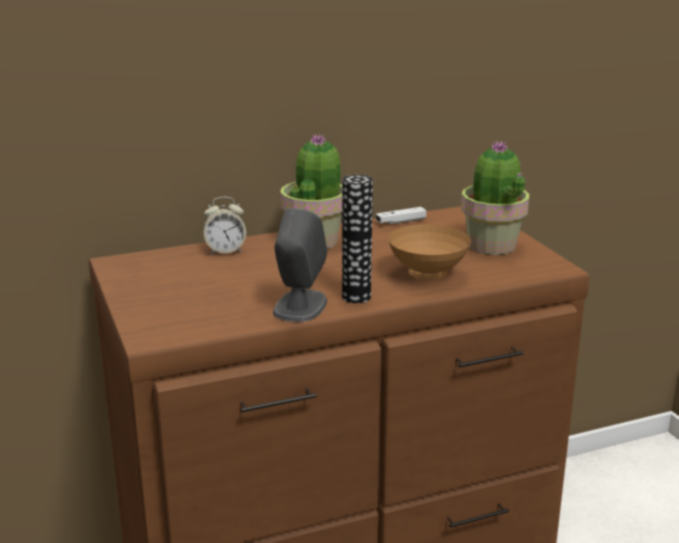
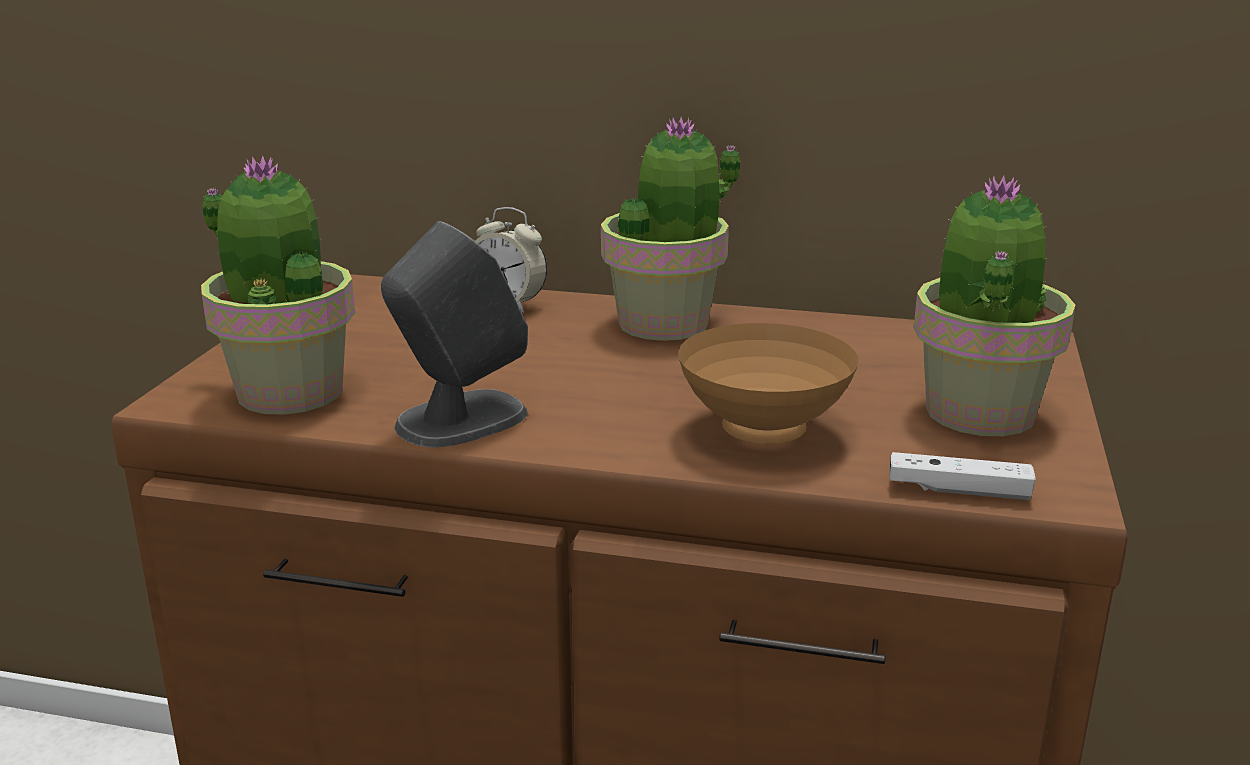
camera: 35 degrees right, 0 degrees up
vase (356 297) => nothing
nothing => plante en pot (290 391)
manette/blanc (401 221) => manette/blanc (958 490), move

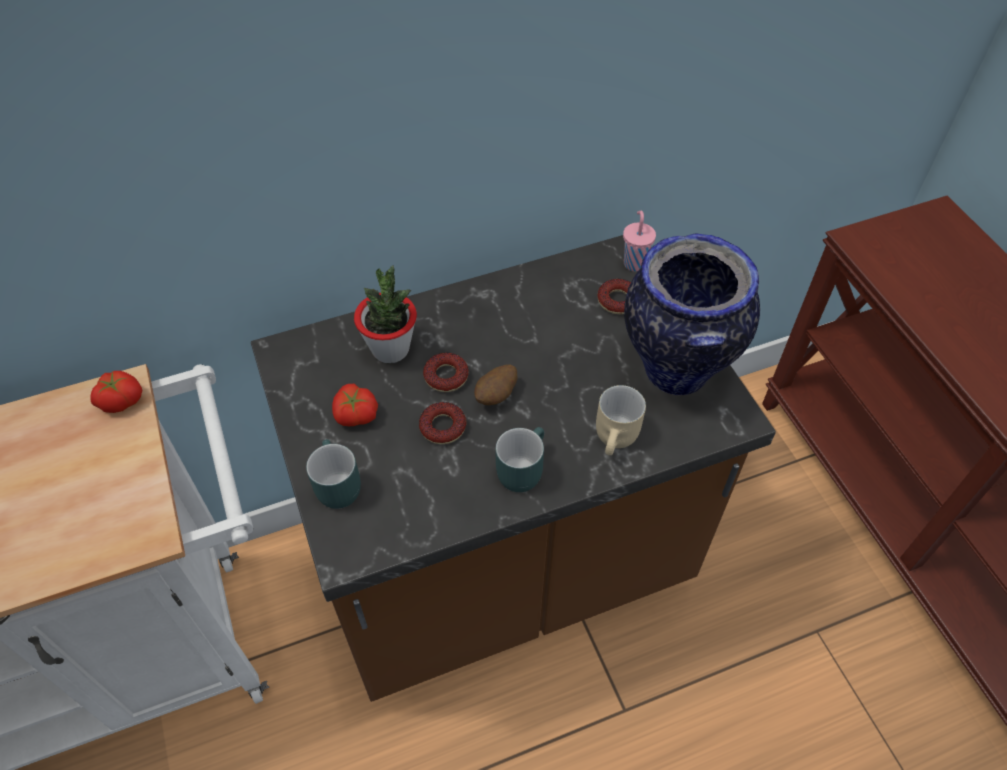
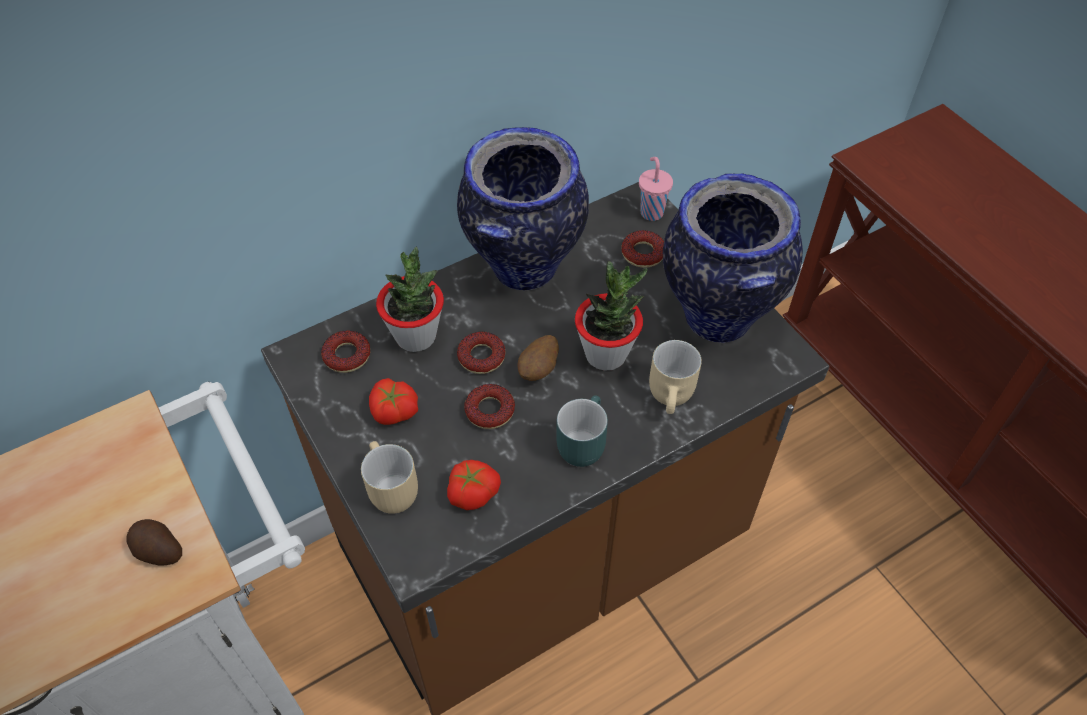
camera: 10 degrees left, 0 degrees up
nothing => pomme de terre (158 550)
nothing => beignet (347 355)
nothing => vase (524 270)
nothing => plante en pot (606 354)
tomate (121 399) => tomate (472 492), move
mug/turquoise (334 485) => mug/beige (387 489)

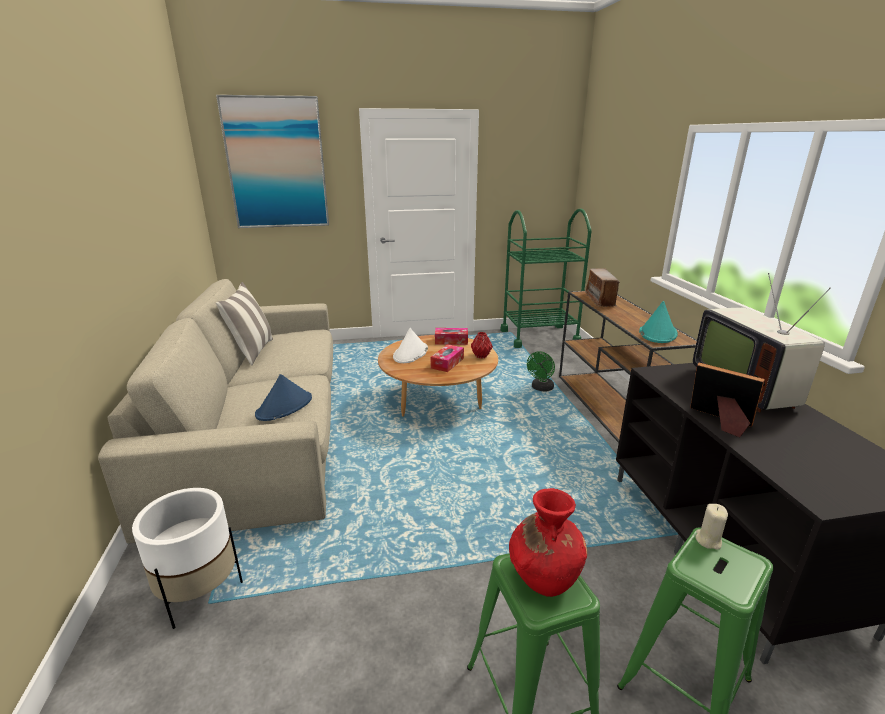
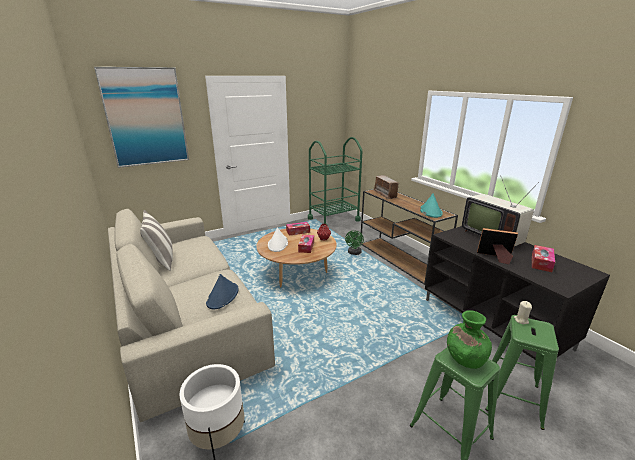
camera: 20 degrees left, 0 degrees up
nothing => boîte à mouchoirs (541 263)
vase/rouge (544 574) => vase/vert (464 358)

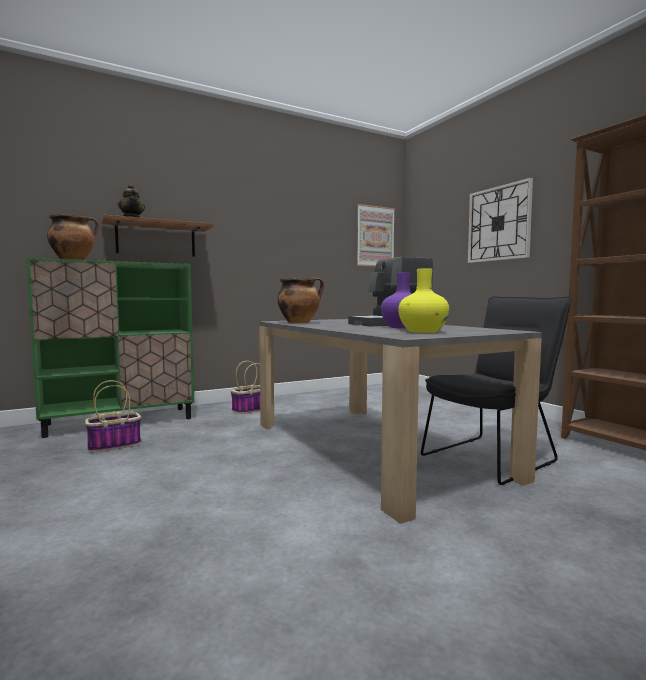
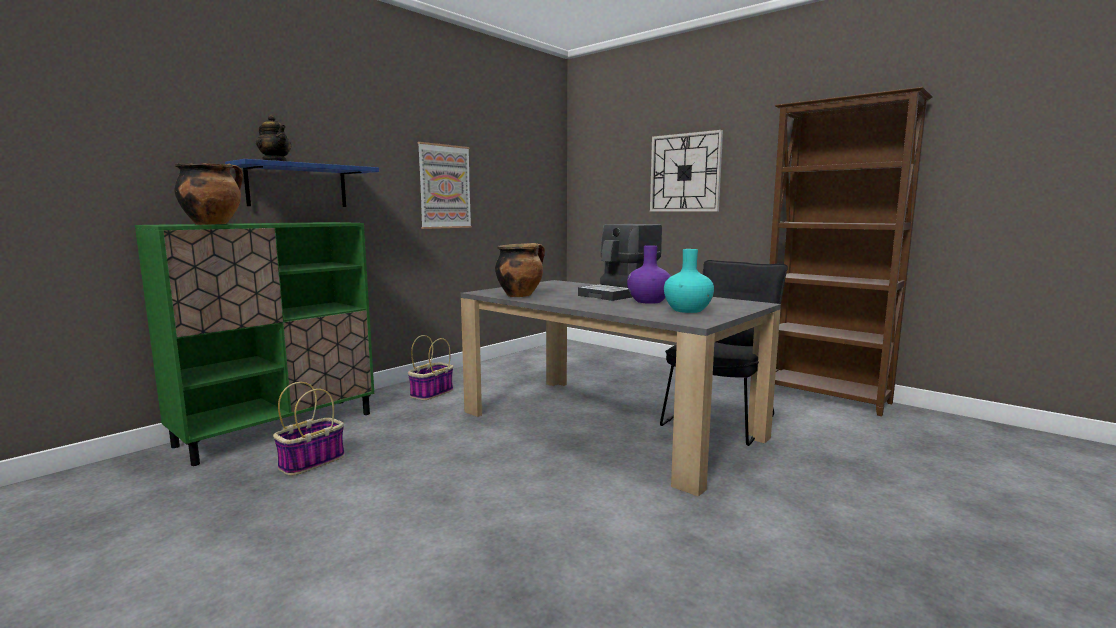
camera: 20 degrees left, 5 degrees up
tableau (375 236) => tableau (444 187), move
étagère/marron (156 239) => étagère/bleu (297 186)
vase/jaune (423 331) => vase/turquoise (687 310)

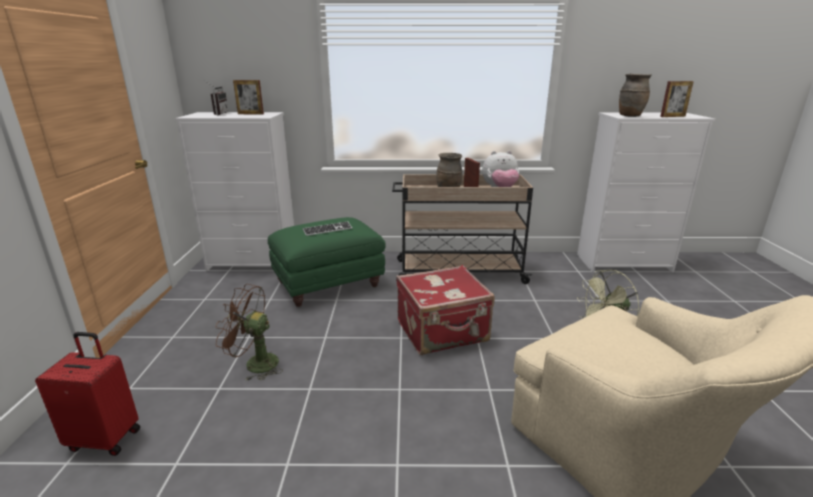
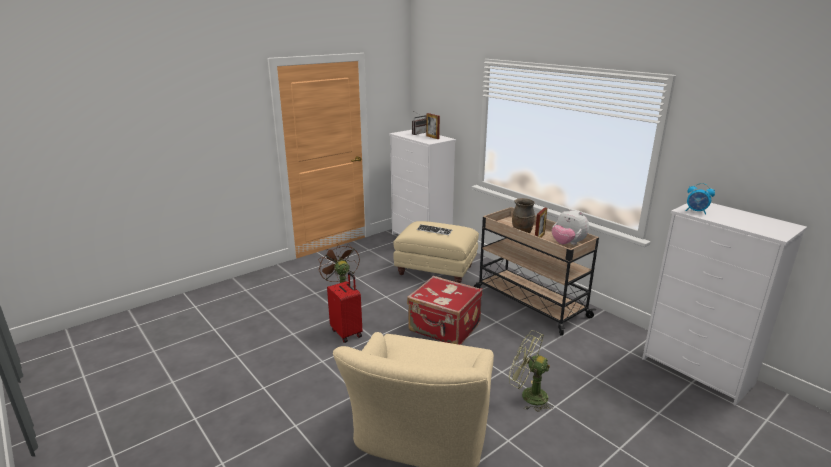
camera: 50 degrees right, 0 degrees up
cadre photo (672 116) => nothing
valise/rouge (106 438) => valise/rouge (347 333), move
vase/marron (630 116) => réveil (696 211)
pouf/vert (329 284) => pouf/beige (436 271)

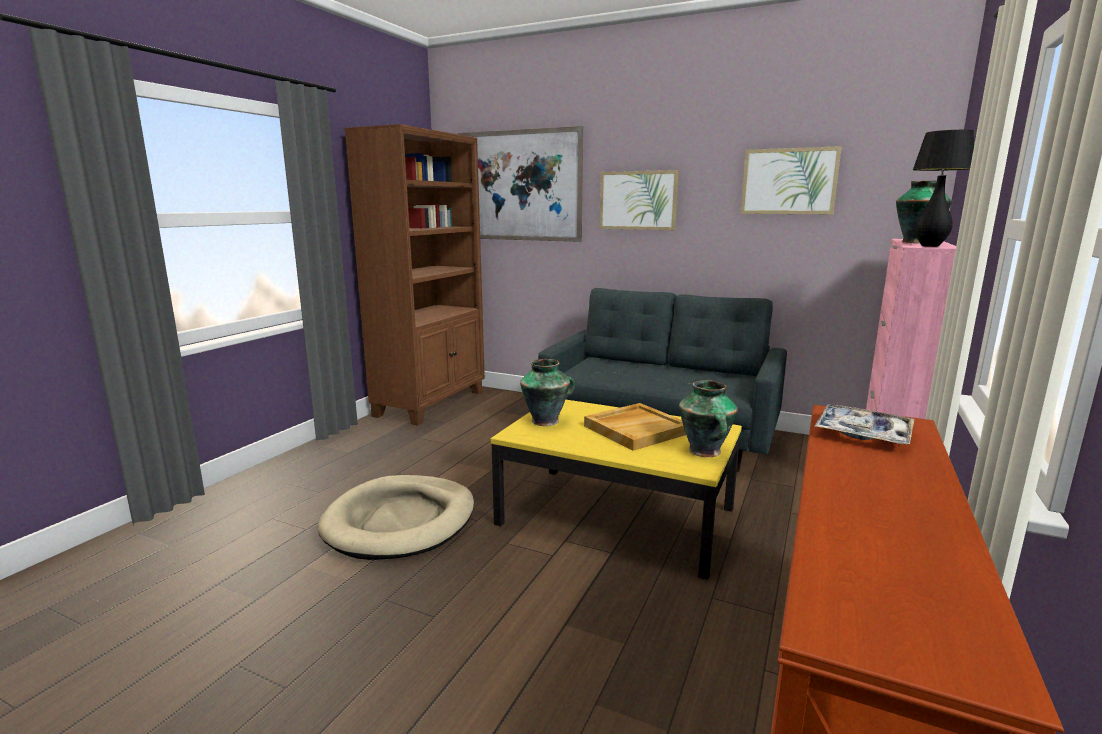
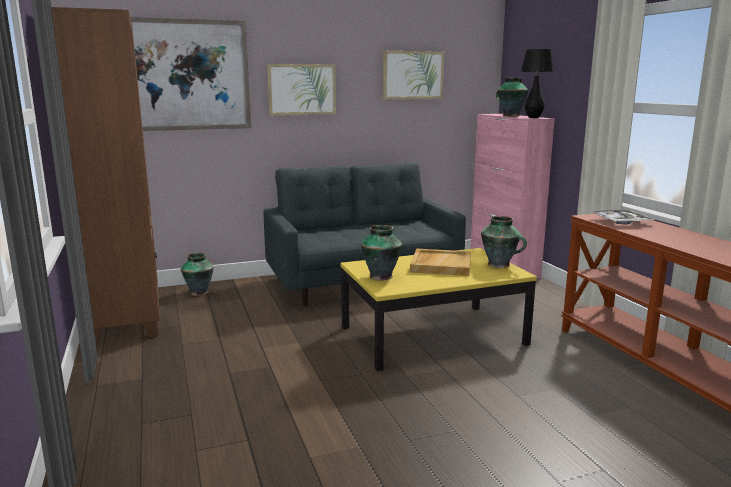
camera: 45 degrees left, 0 degrees up
panier pour chien/beige (401 521) => nothing
nothing => vase (199 292)

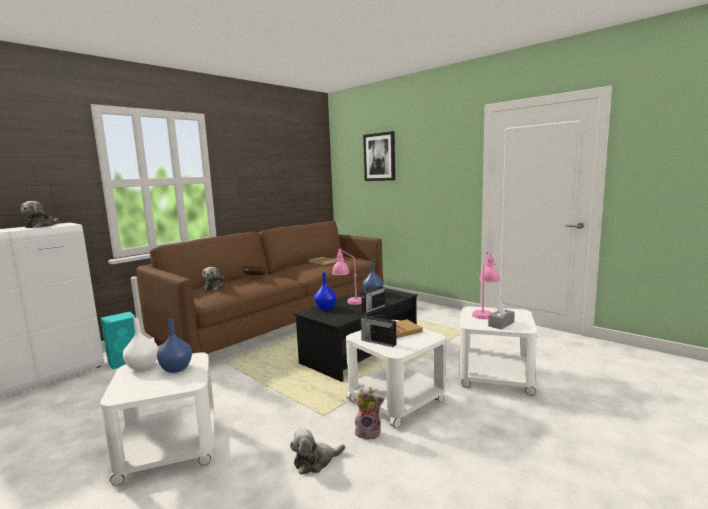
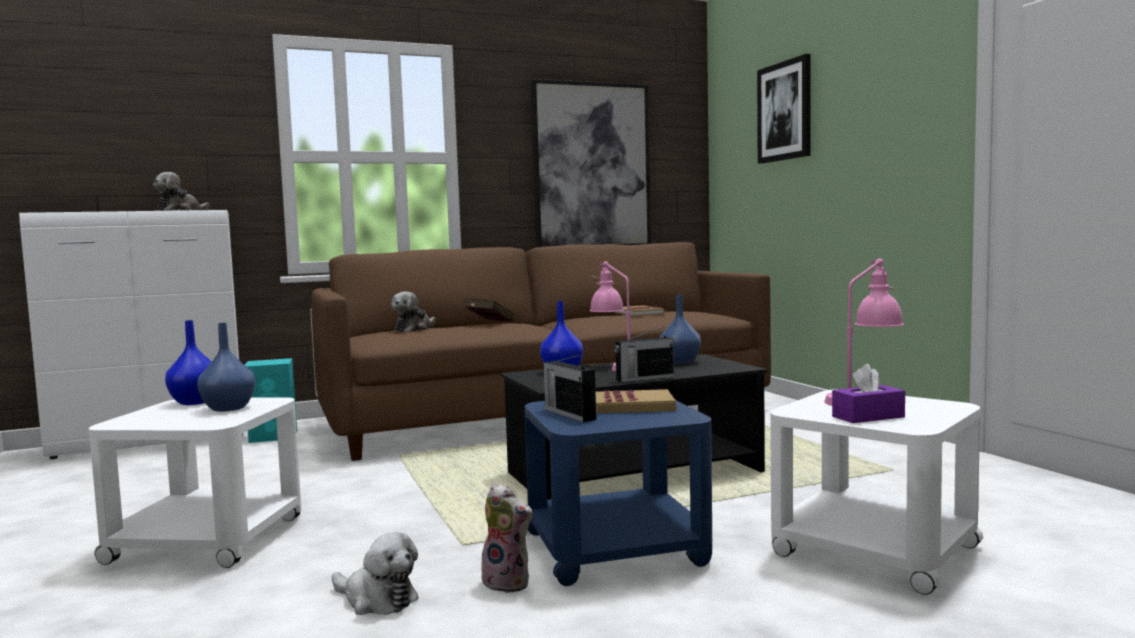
camera: 25 degrees right, 5 degrees down
nothing => tableau (591 166)
vase/blanc (142 366) => vase/bleu (195 402)
table d'appoint/blanc (396 399) => table d'appoint/bleu (616 547)
boîte à mouchoirs/gris (501 324) => boîte à mouchoirs/violet (868 417)
peluche (315 461) => peluche (377 600), 150 degrees counterclockwise

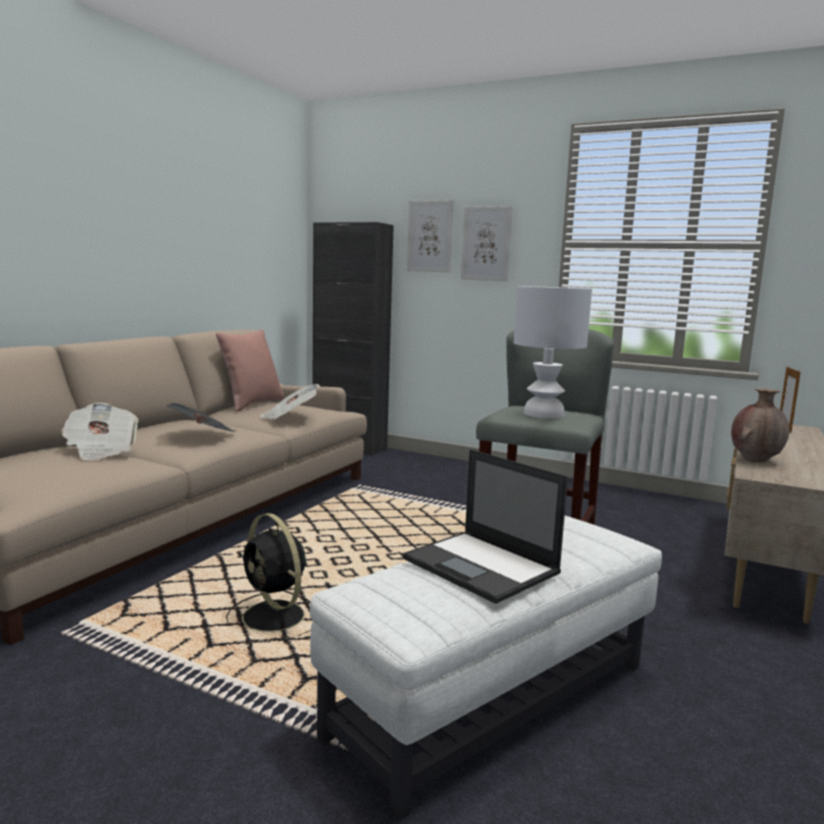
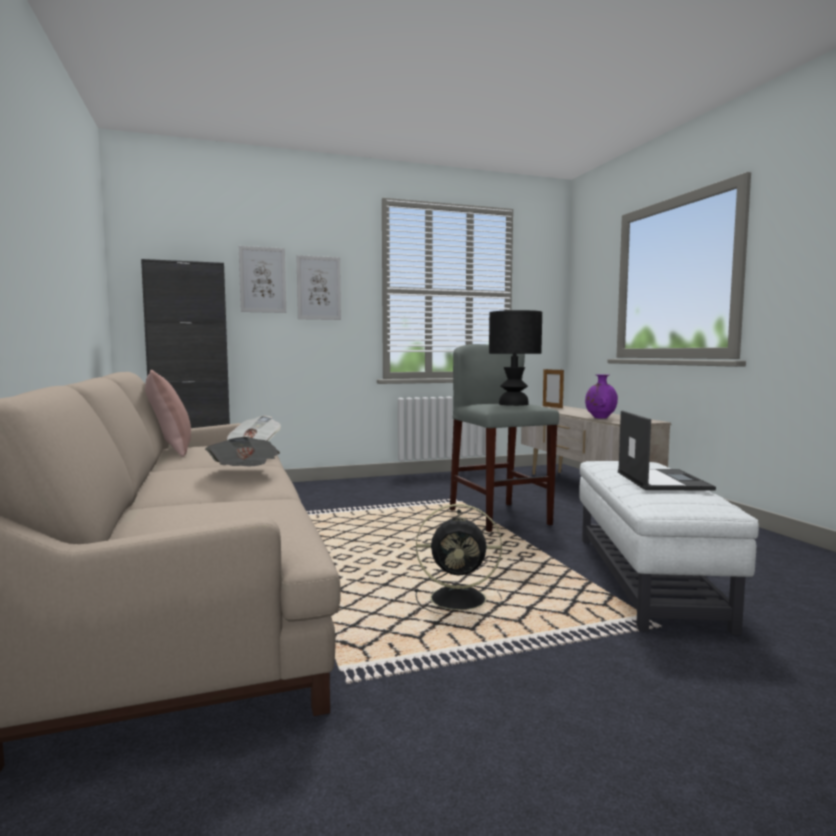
camera: 45 degrees left, 5 degrees down
journal (101 450) => nothing
lampe de table/blanc (544 414) => lampe de table/noir (514 404)
vase/marron (755 460) => vase/violet (600 418)
ordinateur portable (482 566) => ordinateur portable (662 480), 90 degrees counterclockwise

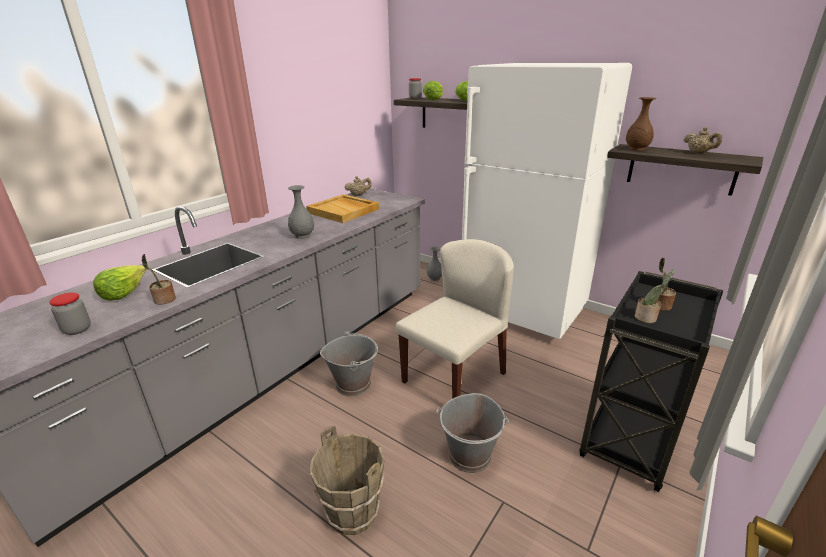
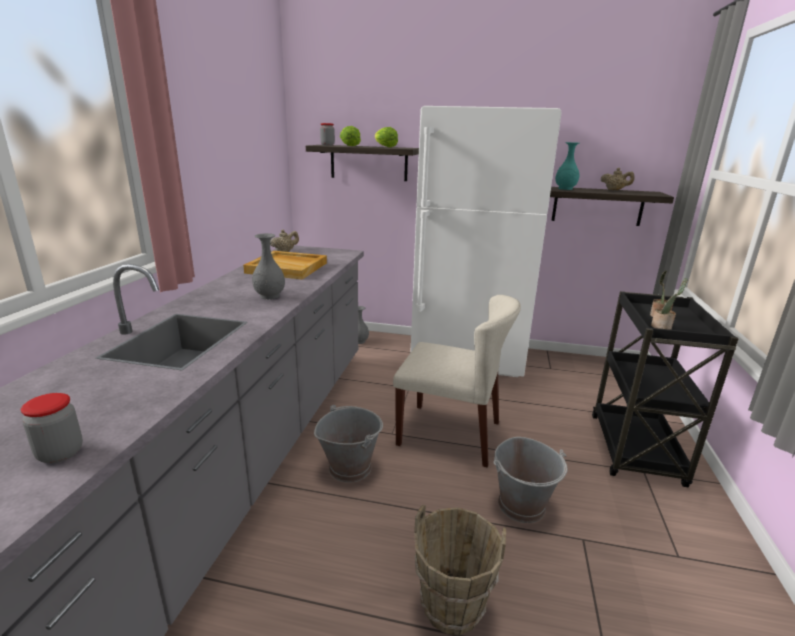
camera: 25 degrees left, 5 degrees down
laitue (123 293) => nothing
plante en pot (164 300) => nothing
vase/marron (636 149) => vase/turquoise (565 189)
chaise/beige (454 376) => chaise/beige (450 433), 90 degrees clockwise

